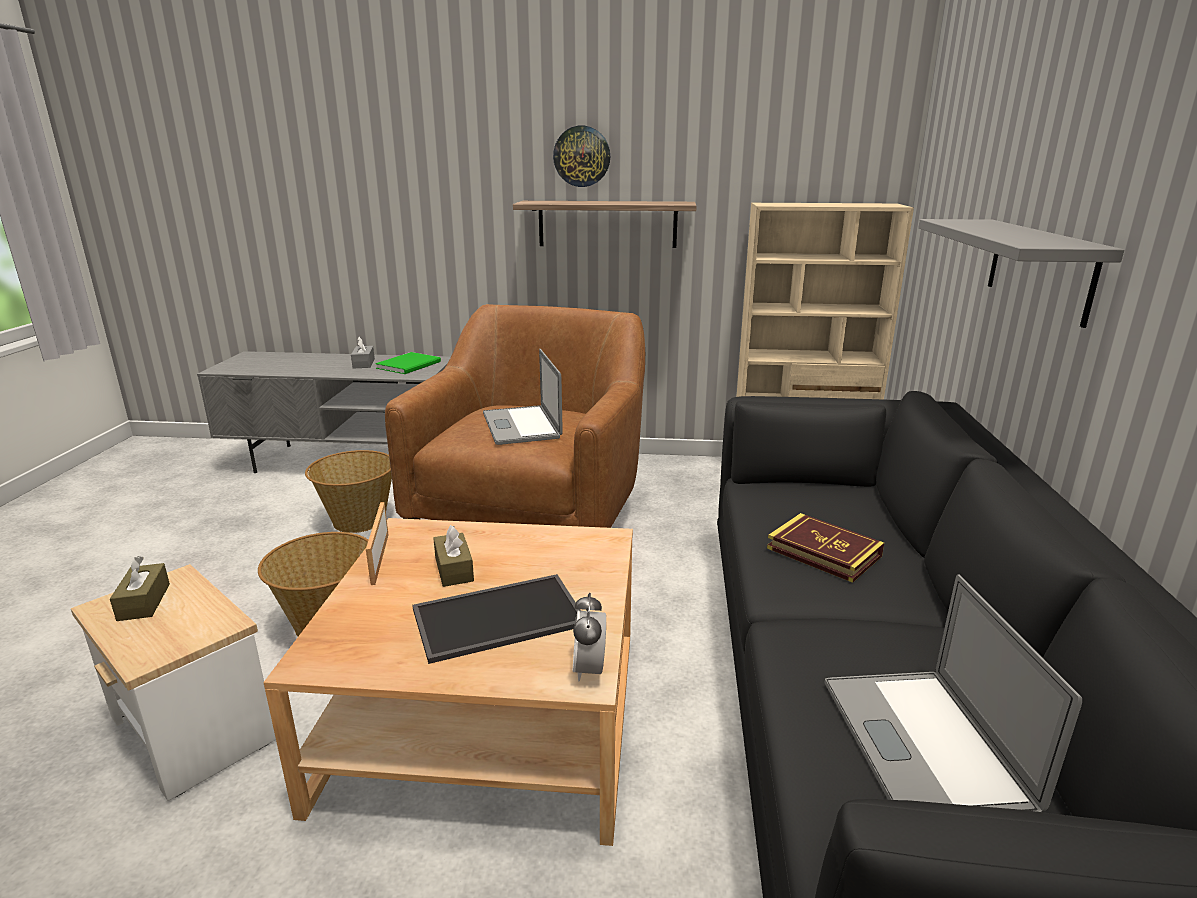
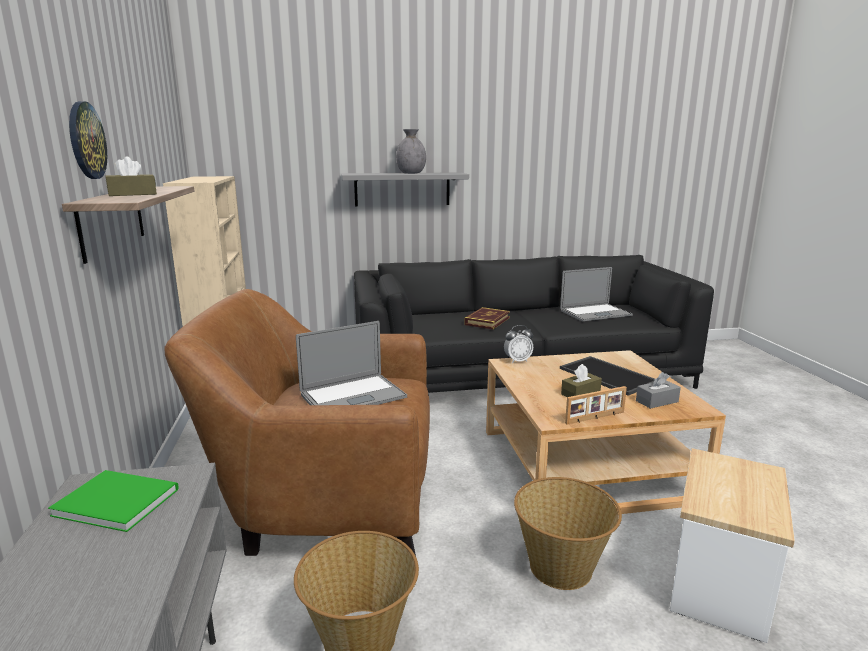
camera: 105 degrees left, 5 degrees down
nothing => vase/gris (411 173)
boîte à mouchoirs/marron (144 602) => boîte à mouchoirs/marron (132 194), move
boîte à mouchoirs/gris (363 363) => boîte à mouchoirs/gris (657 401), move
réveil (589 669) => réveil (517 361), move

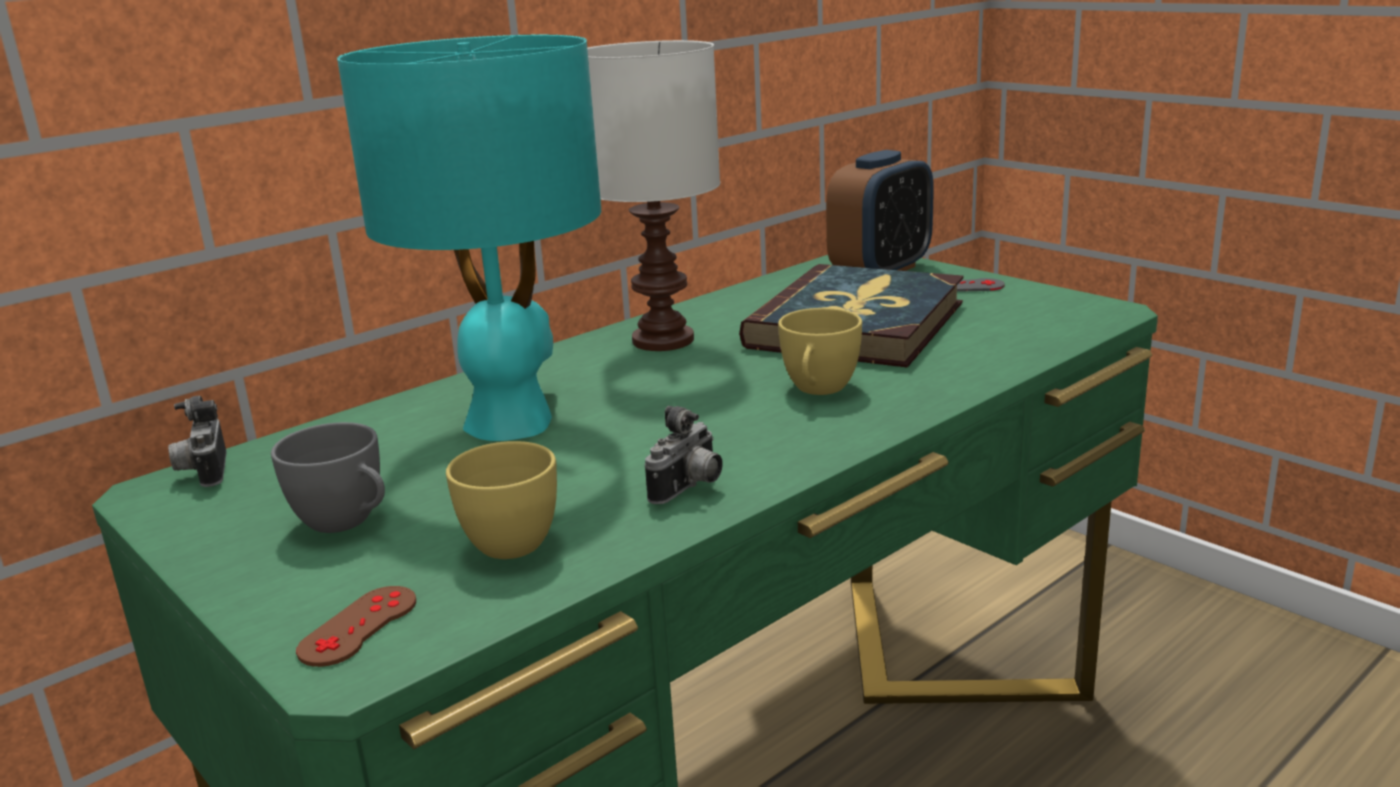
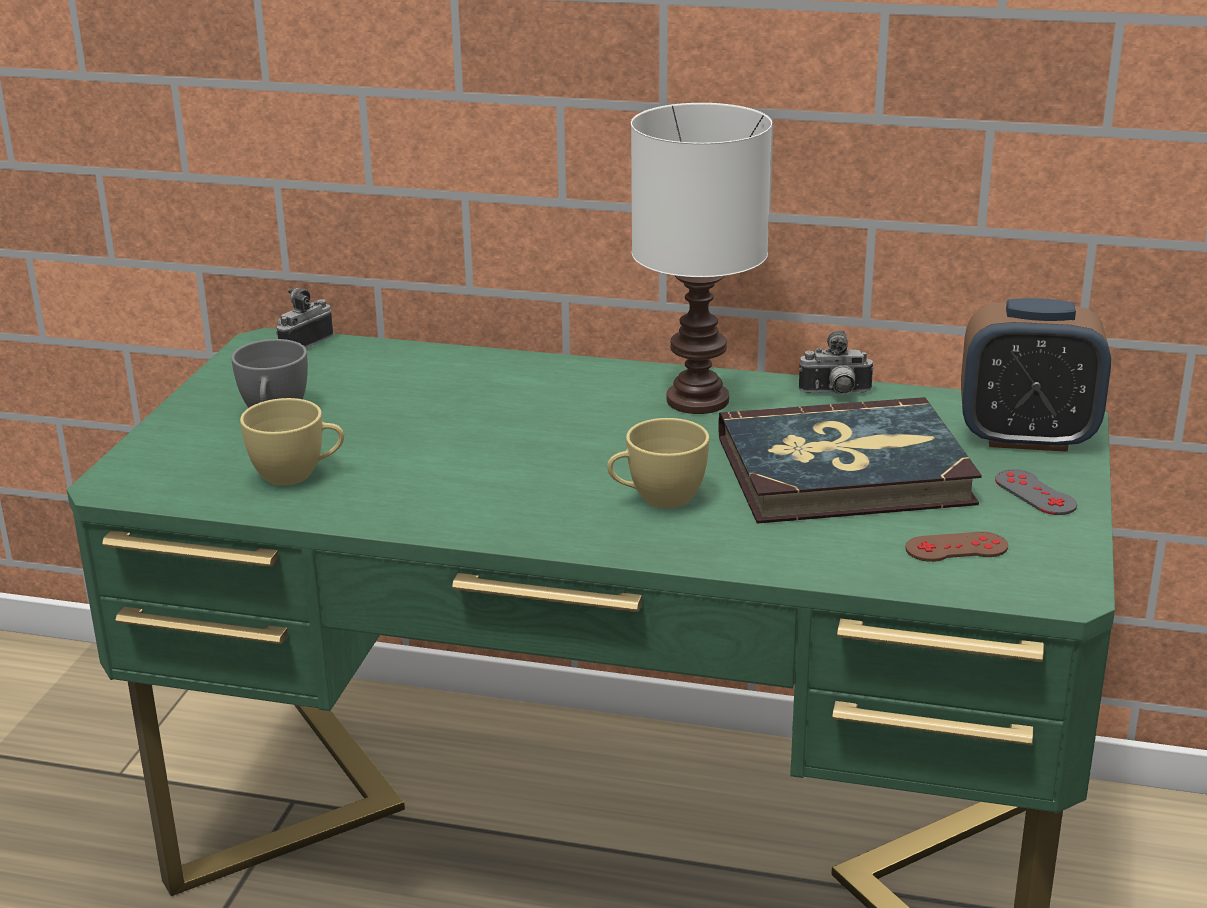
camera: 55 degrees right, 5 degrees up
lampe de table/turquoise (511 422) => nothing
manette/marron (358 626) => manette/marron (956 548), move
appareil photo (690 489) => appareil photo (835 394), move

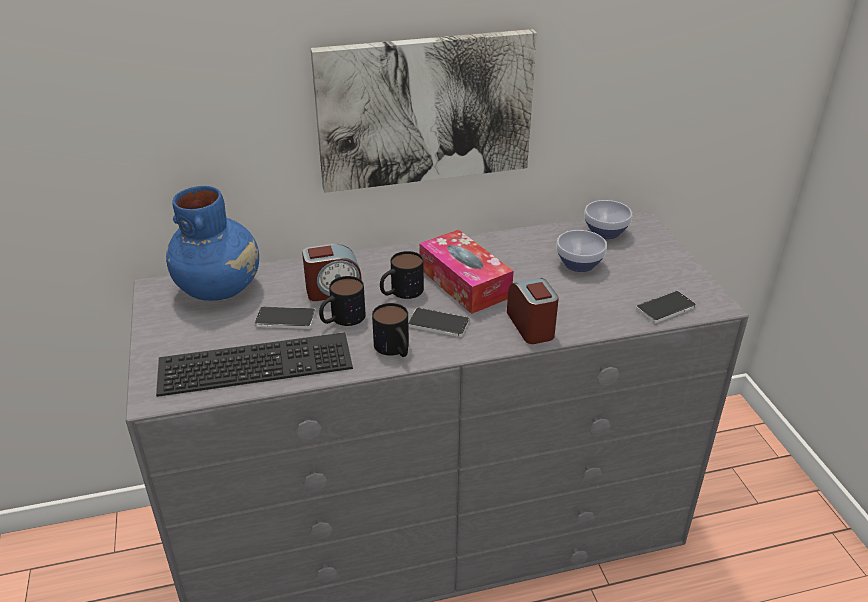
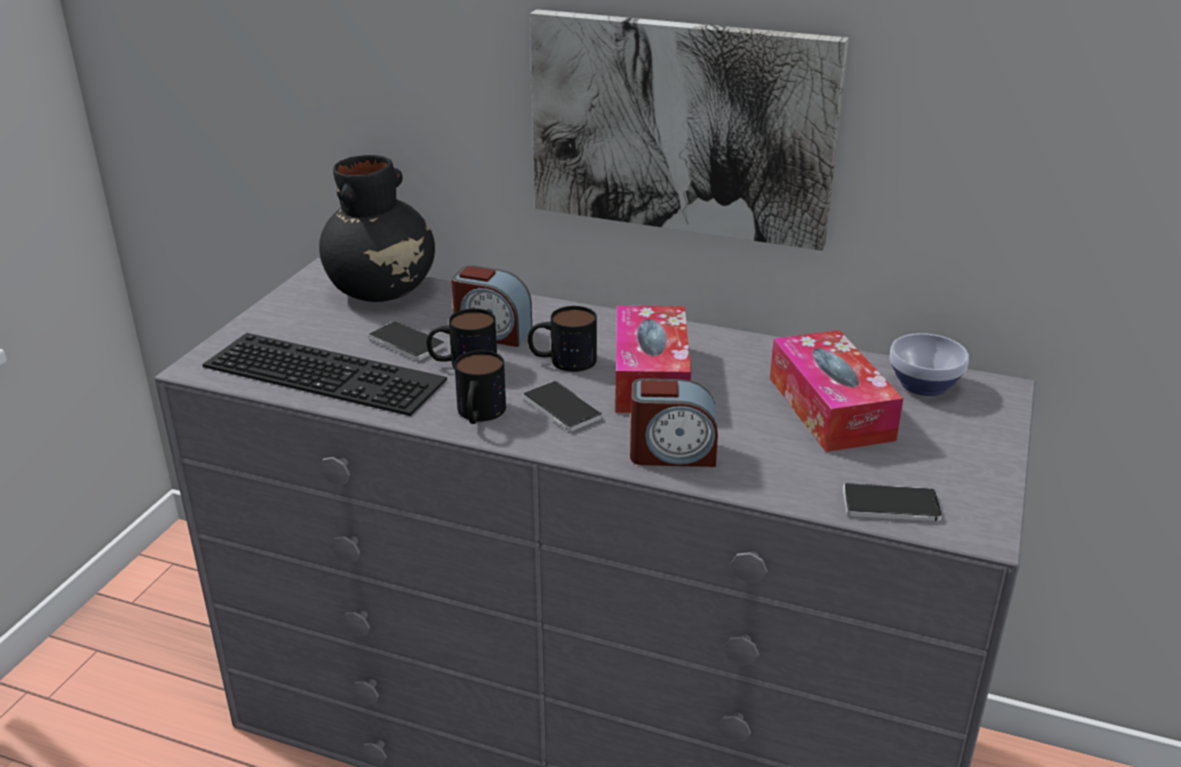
camera: 35 degrees right, 5 degrees down
bol (577 264) => boîte à mouchoirs (830 408)
vase/bleu (219 287) => vase/noir (383 291)
réveil (531 326) => réveil (672 453), 75 degrees clockwise

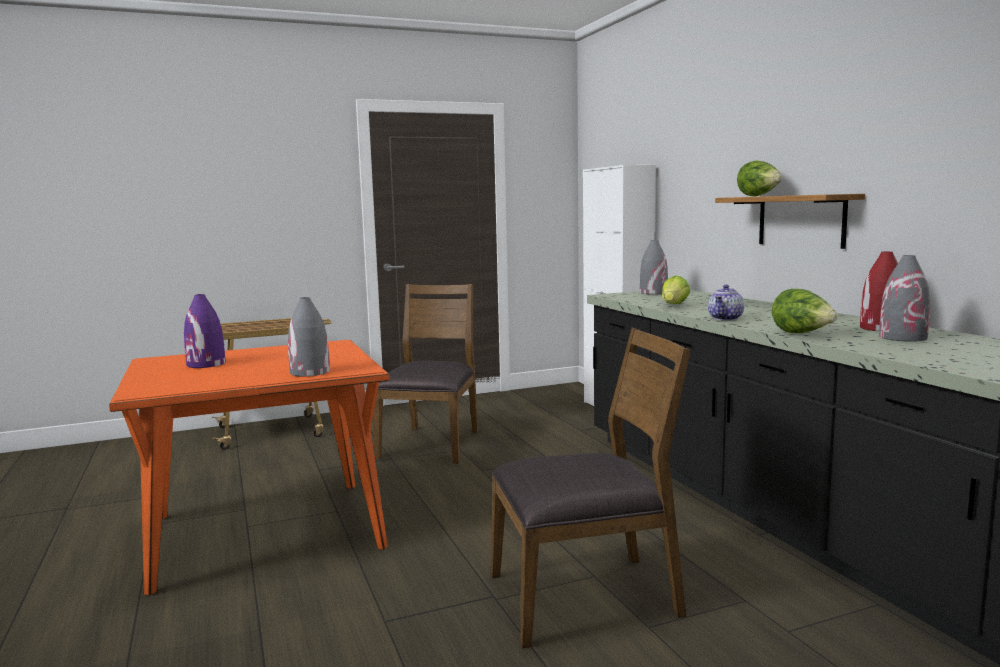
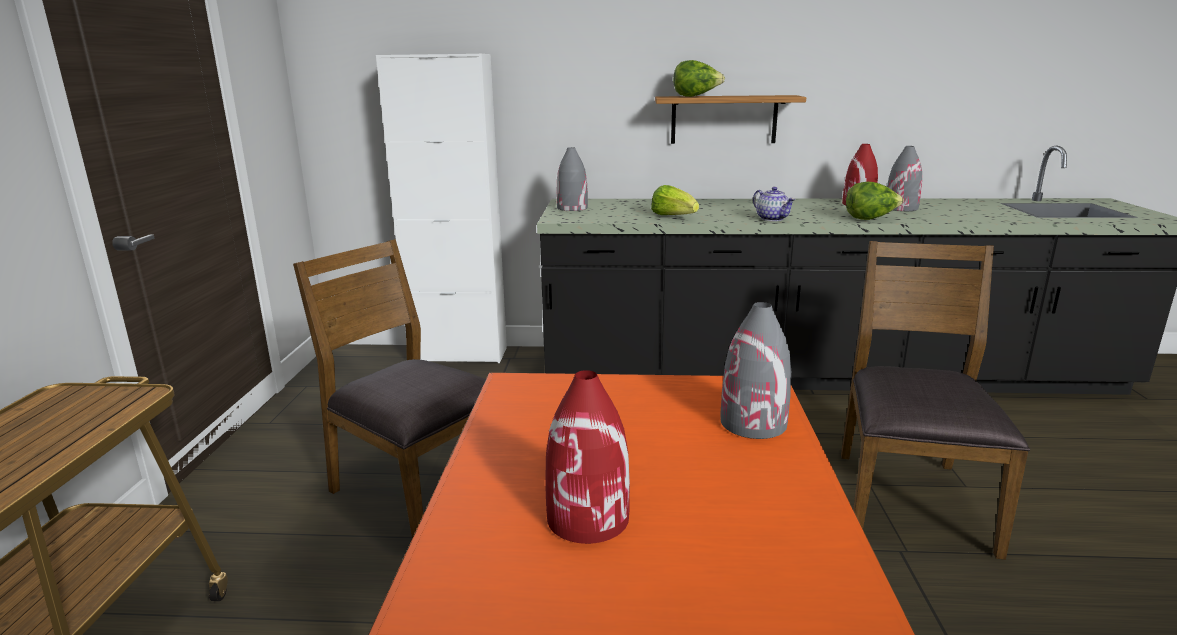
camera: 65 degrees left, 10 degrees up
vase/violet (206 364) => vase/rouge (589 518)

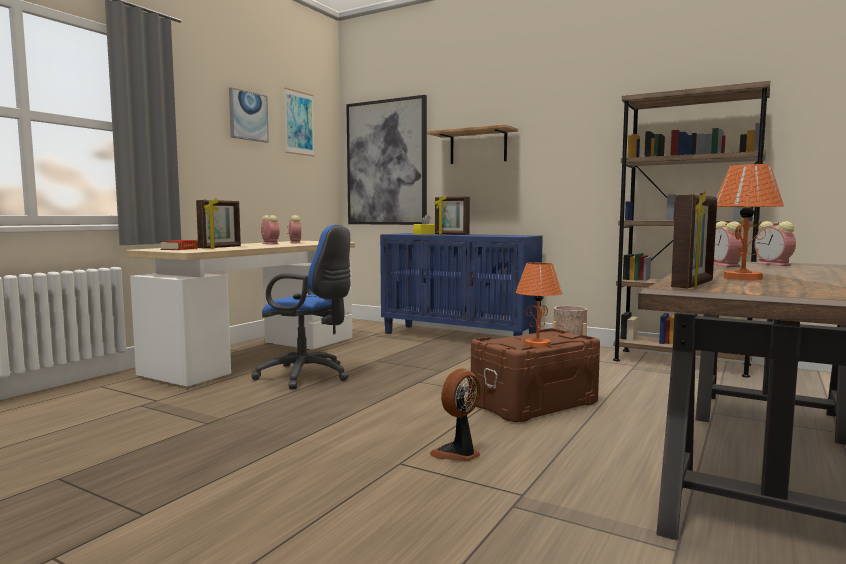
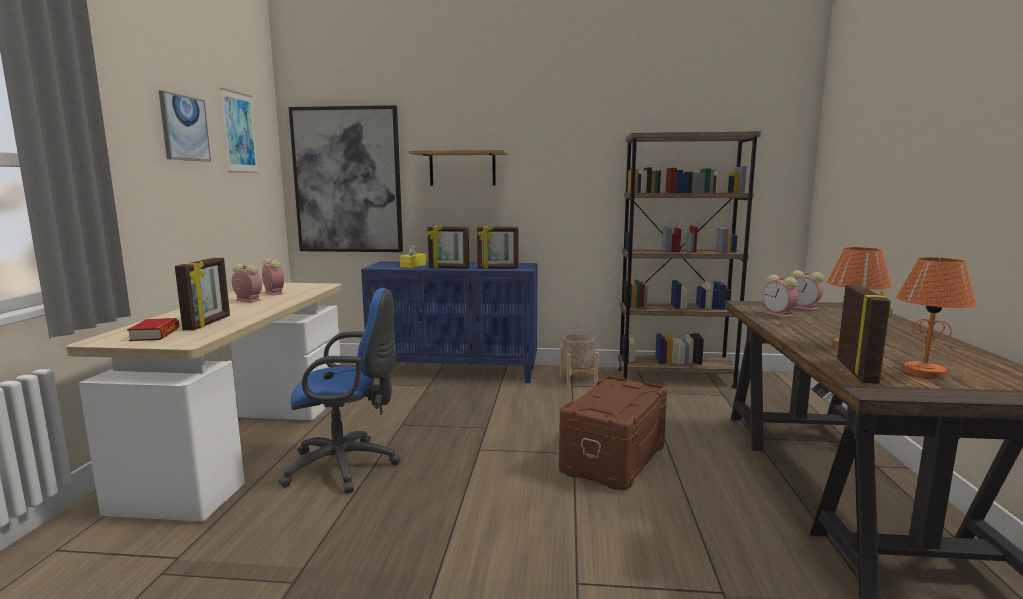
camera: 25 degrees left, 5 degrees up
ventilateur (458 453) => nothing
nothing => cadre photo (498 268)
lampe de table/orange (537 344) => lampe de table/orange (923 372), move

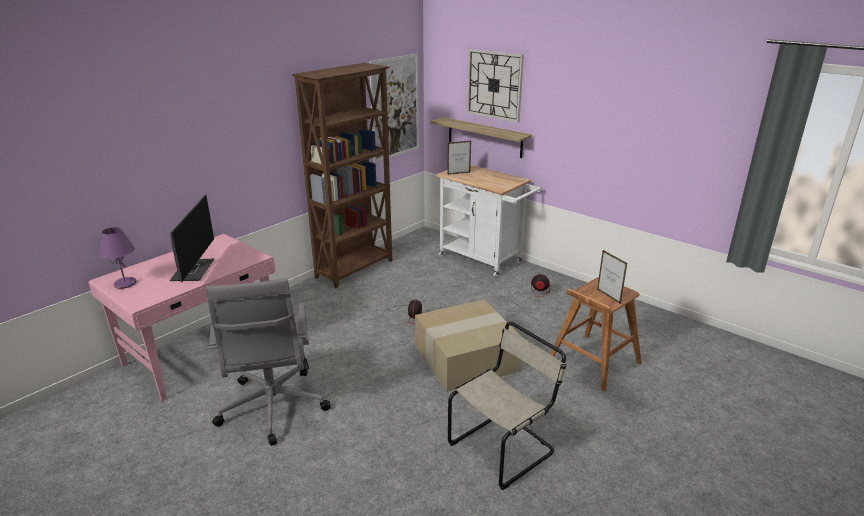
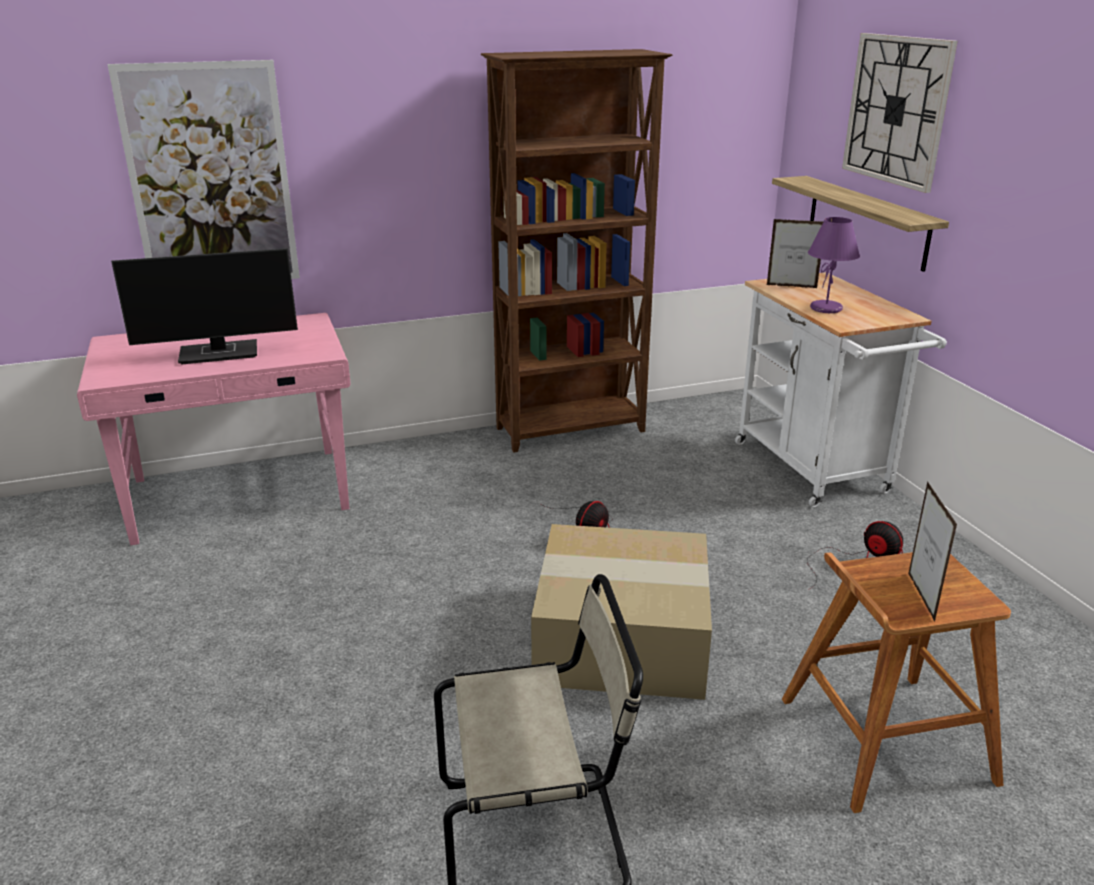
camera: 30 degrees right, 0 degrees up
chaise de bureau/gris (272 409) => nothing
lampe de table/violet (125 284) => lampe de table/violet (826 309), move
tableau (395 107) => tableau (210 178), move
écran d'ordinateur (193 270) => écran d'ordinateur (220 353), 45 degrees clockwise

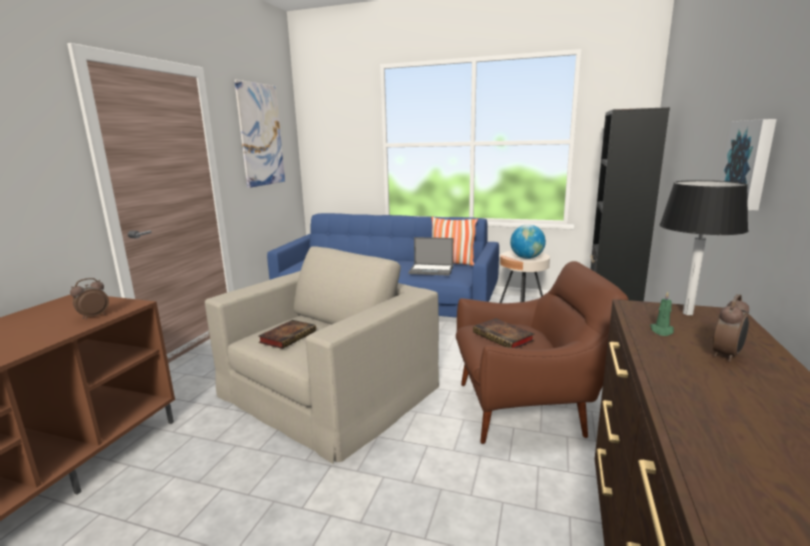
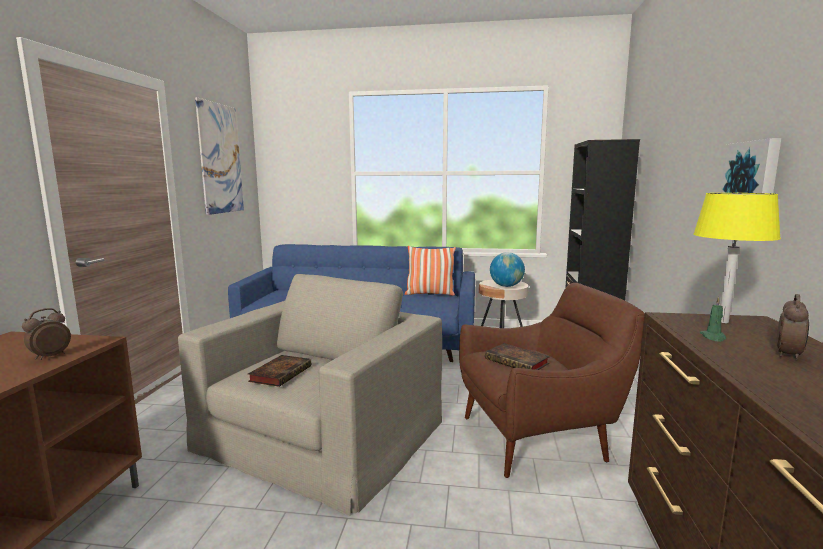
camera: 10 degrees left, 5 degrees down
ordinateur portable (432 270) => nothing
lampe de table/noir (688 313) => lampe de table/jaune (723 321)

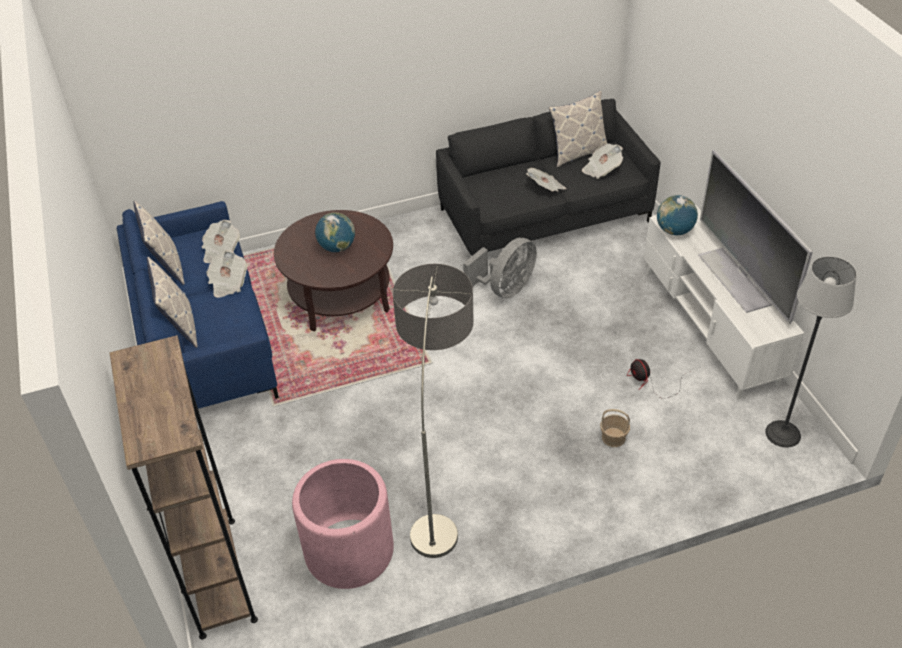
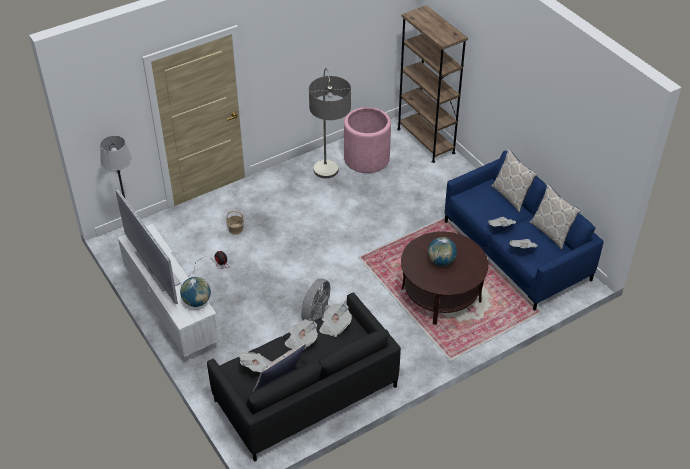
camera: 165 degrees right, 0 degrees up
nothing => journal (334 326)

